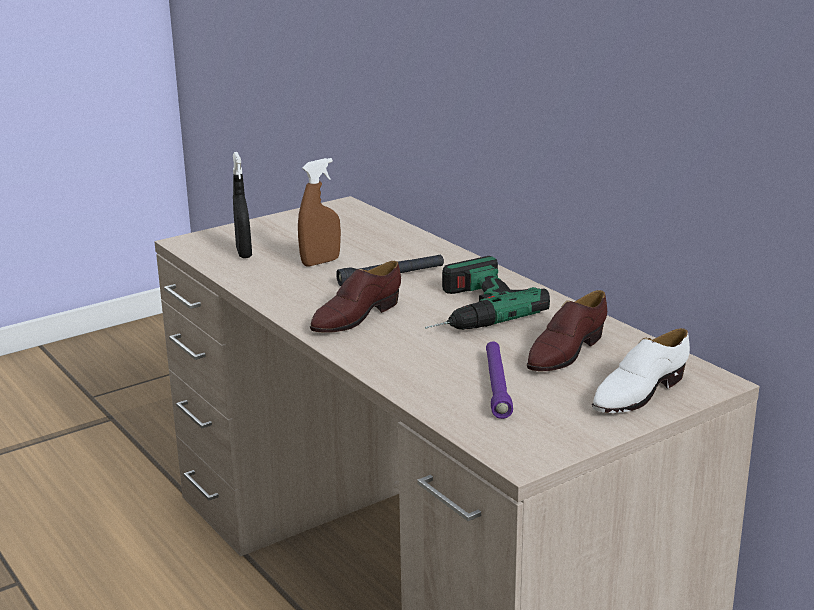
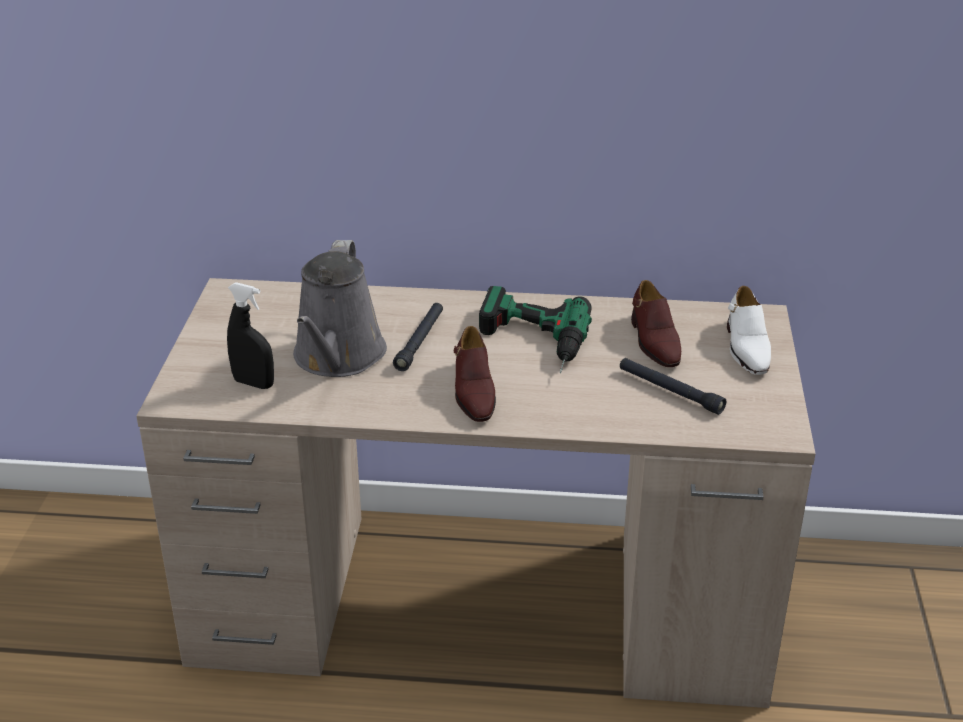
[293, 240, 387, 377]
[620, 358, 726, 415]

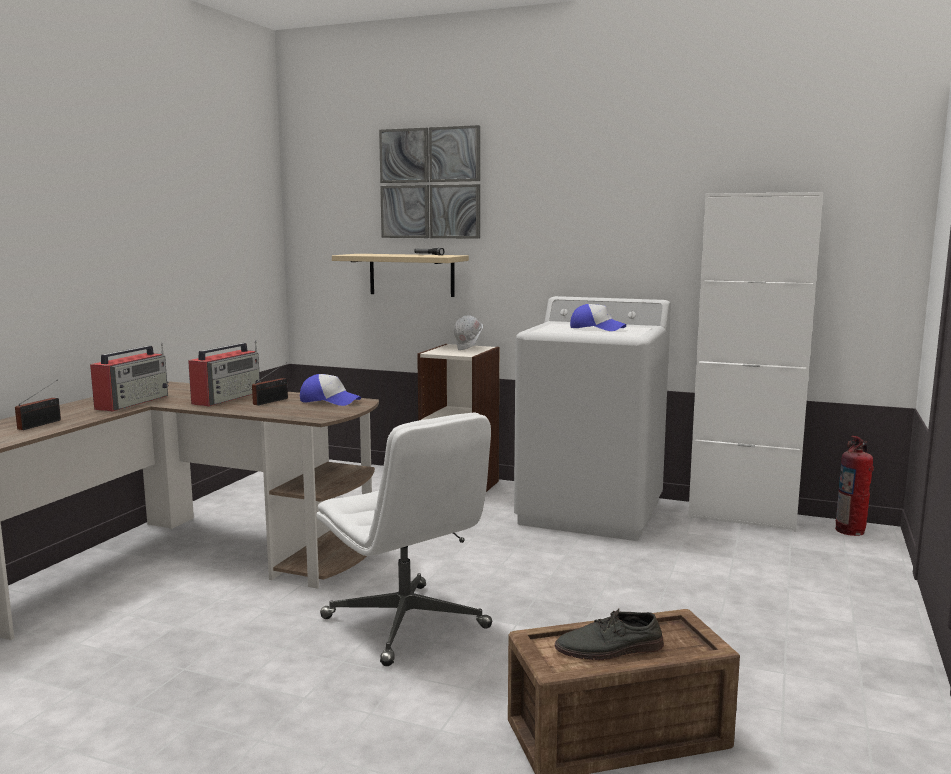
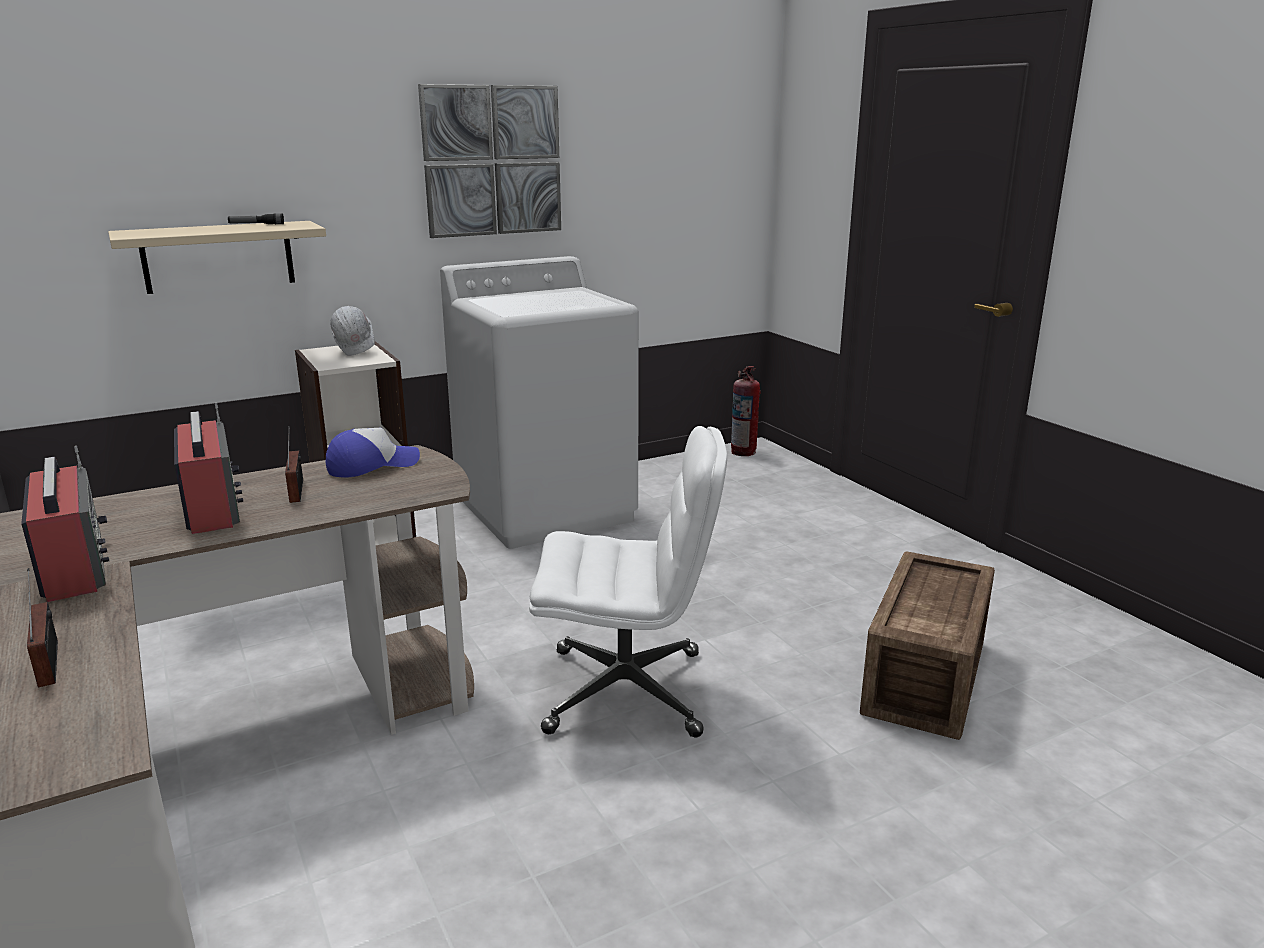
[418, 84, 561, 238]
[555, 609, 664, 660] (first image)
[570, 304, 626, 331] (first image)
[688, 192, 823, 531] (first image)

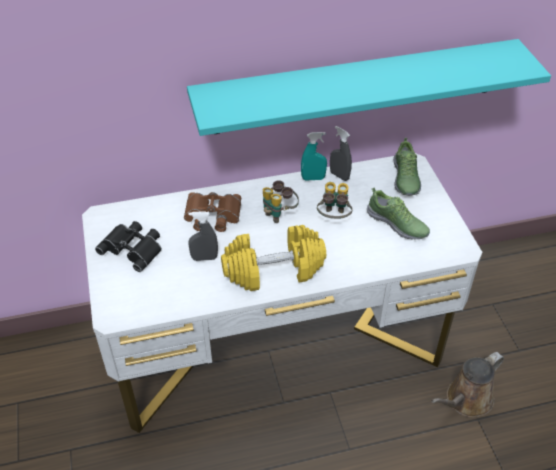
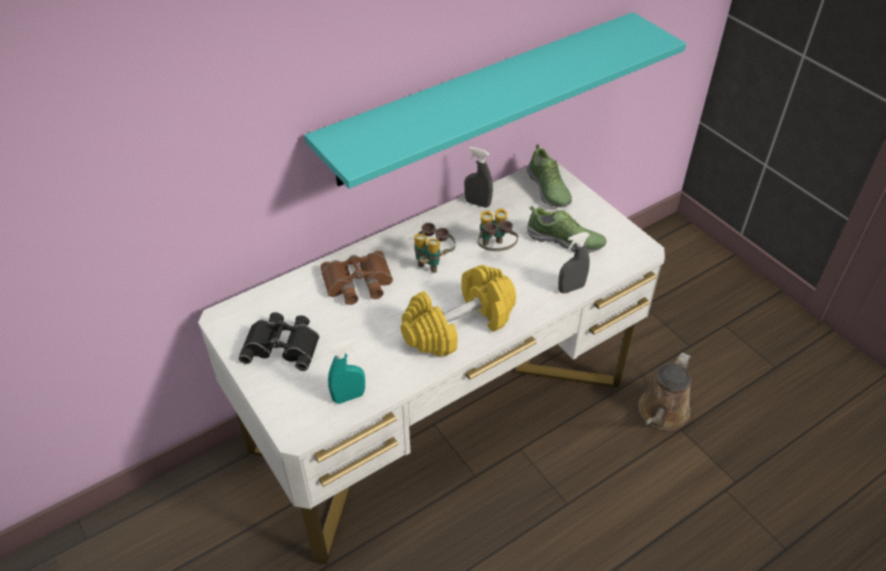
[558, 232, 590, 293]
[328, 339, 365, 404]

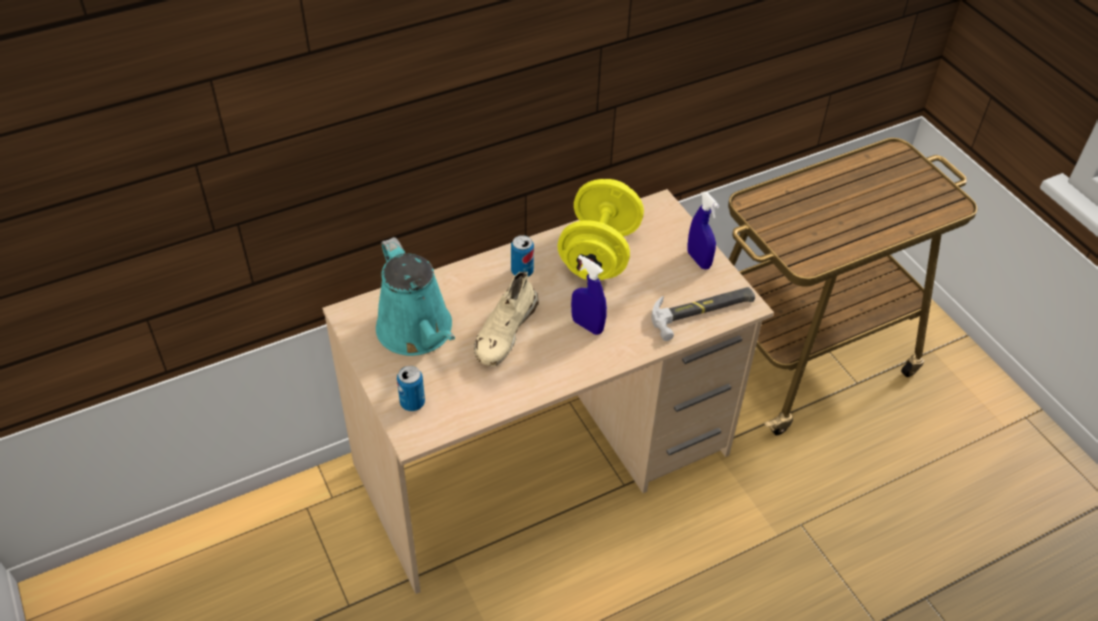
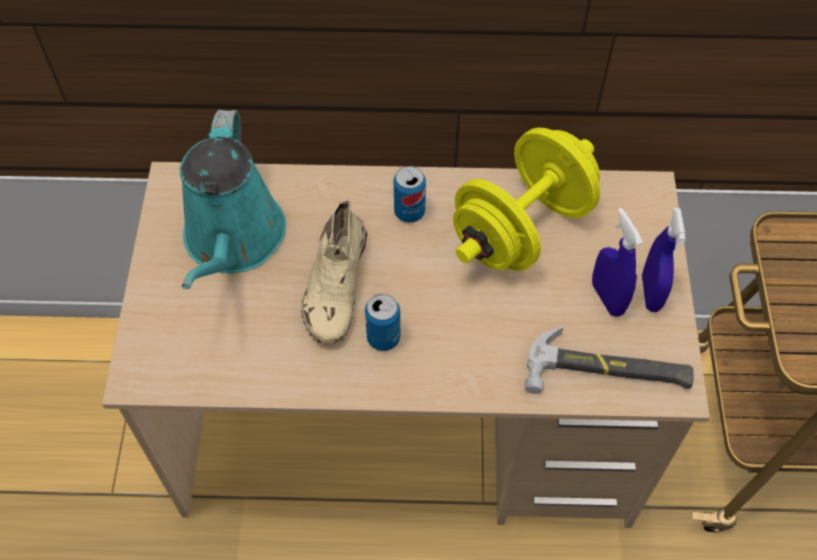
[365, 294, 400, 351]
[301, 201, 367, 344]
[592, 208, 643, 317]

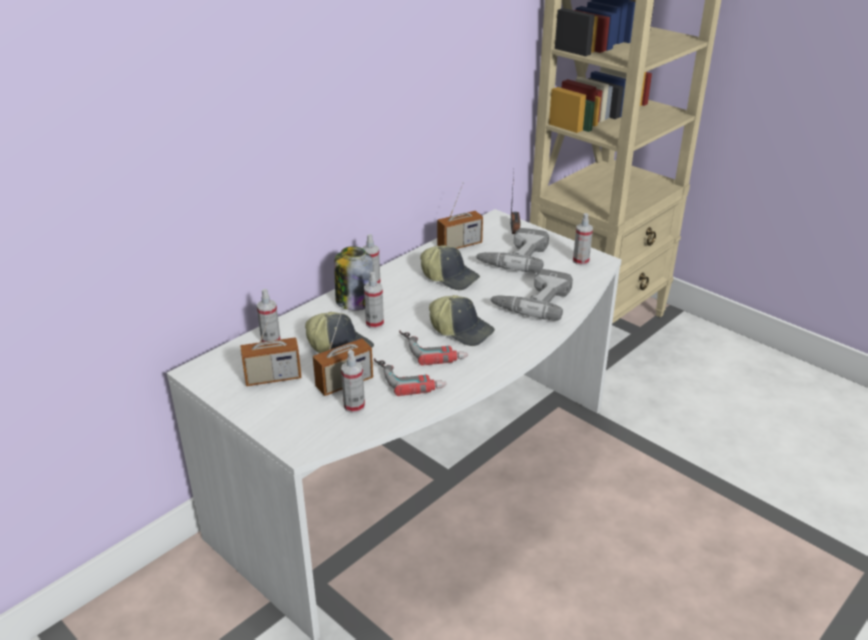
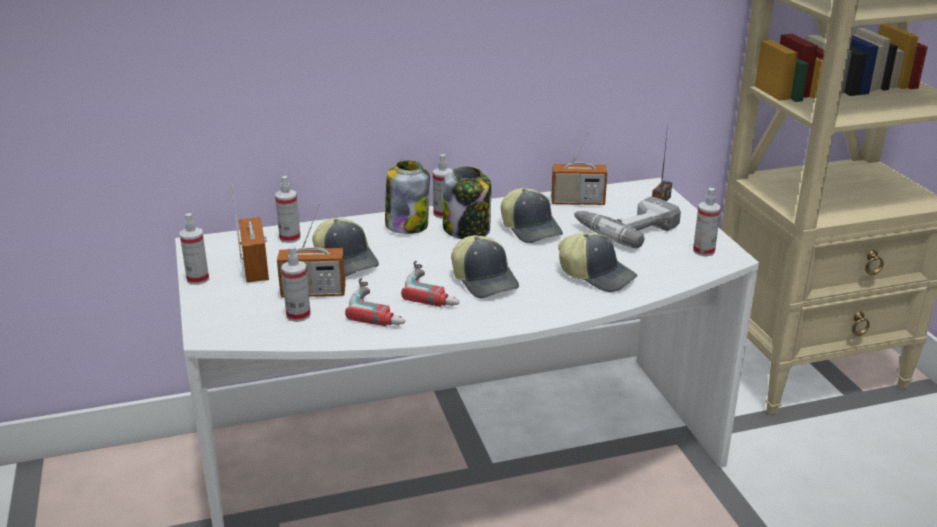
[231, 185, 269, 283]
[180, 213, 209, 285]
[558, 233, 638, 292]
[443, 166, 491, 239]

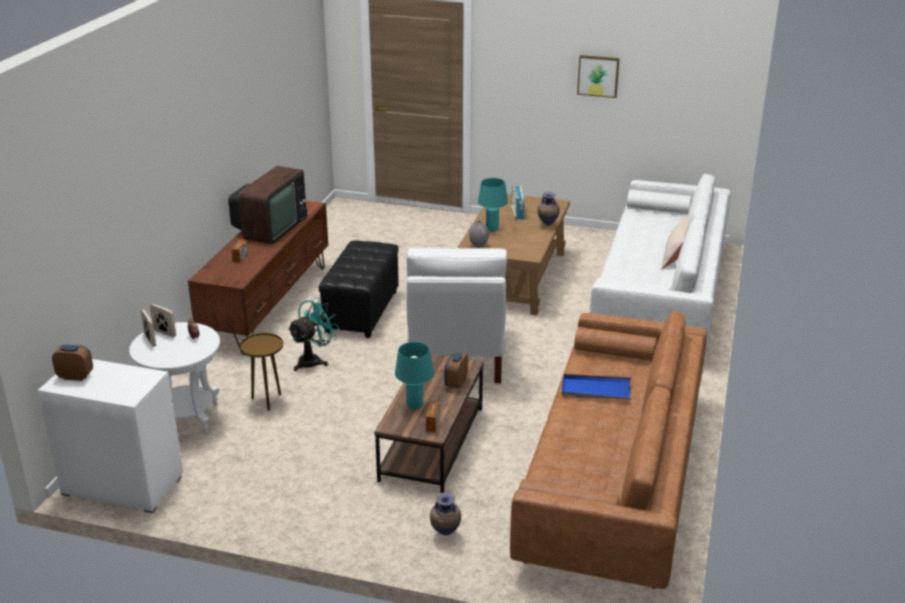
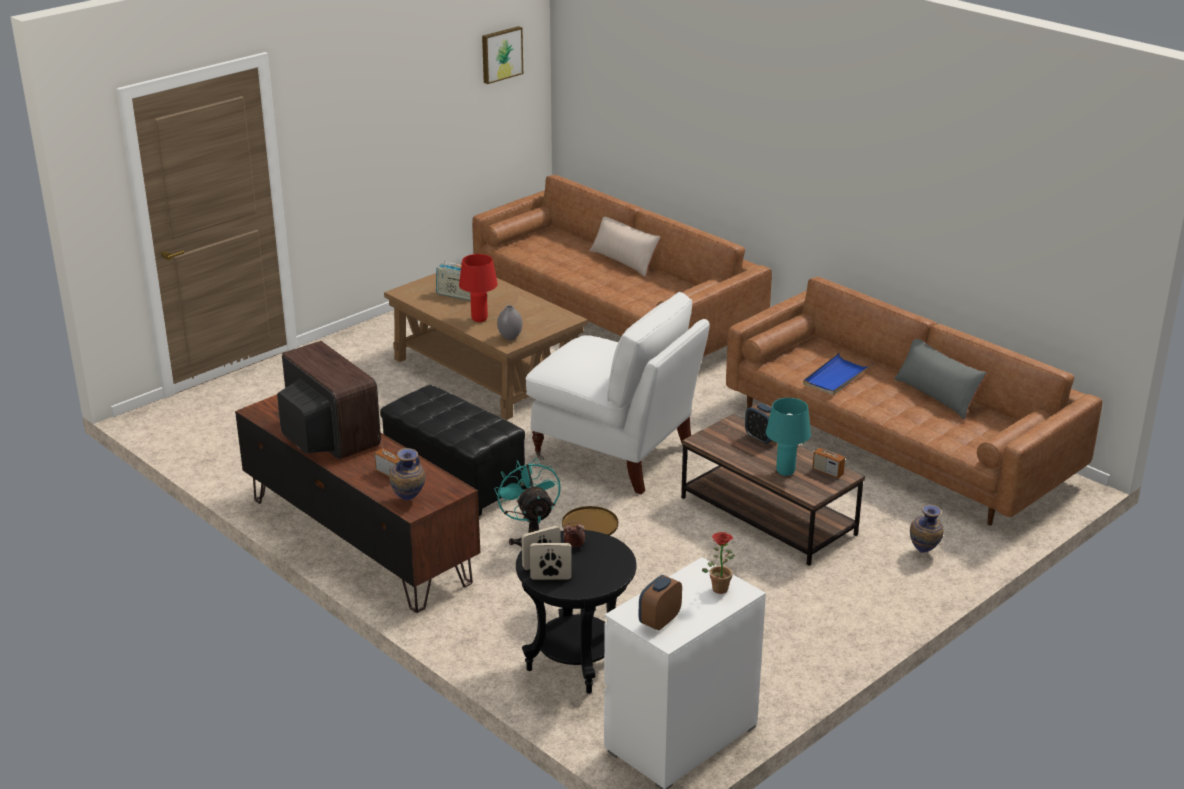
[516, 530, 637, 694]
[459, 254, 498, 322]
[389, 448, 425, 500]
[482, 26, 523, 84]
[472, 175, 772, 357]
[702, 532, 735, 594]
[894, 339, 986, 419]

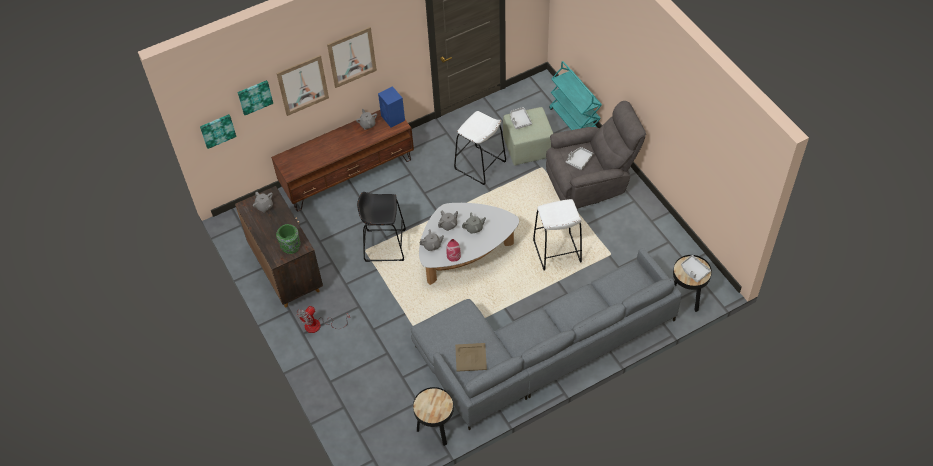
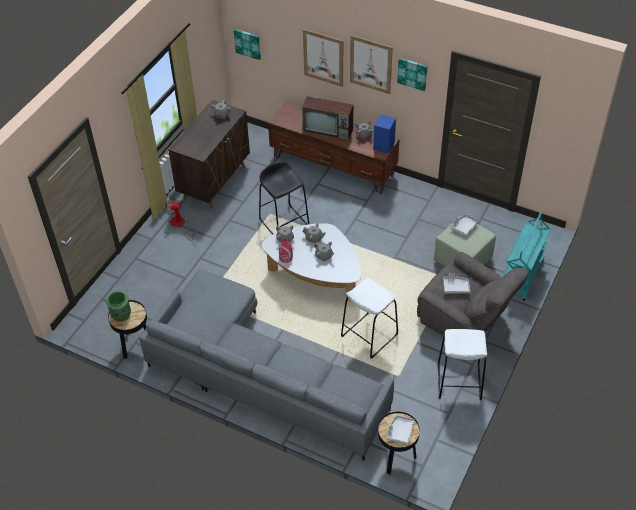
[397, 58, 427, 91]
[106, 291, 131, 322]
[438, 329, 487, 400]
[455, 343, 487, 372] (first image)
[302, 96, 353, 140]

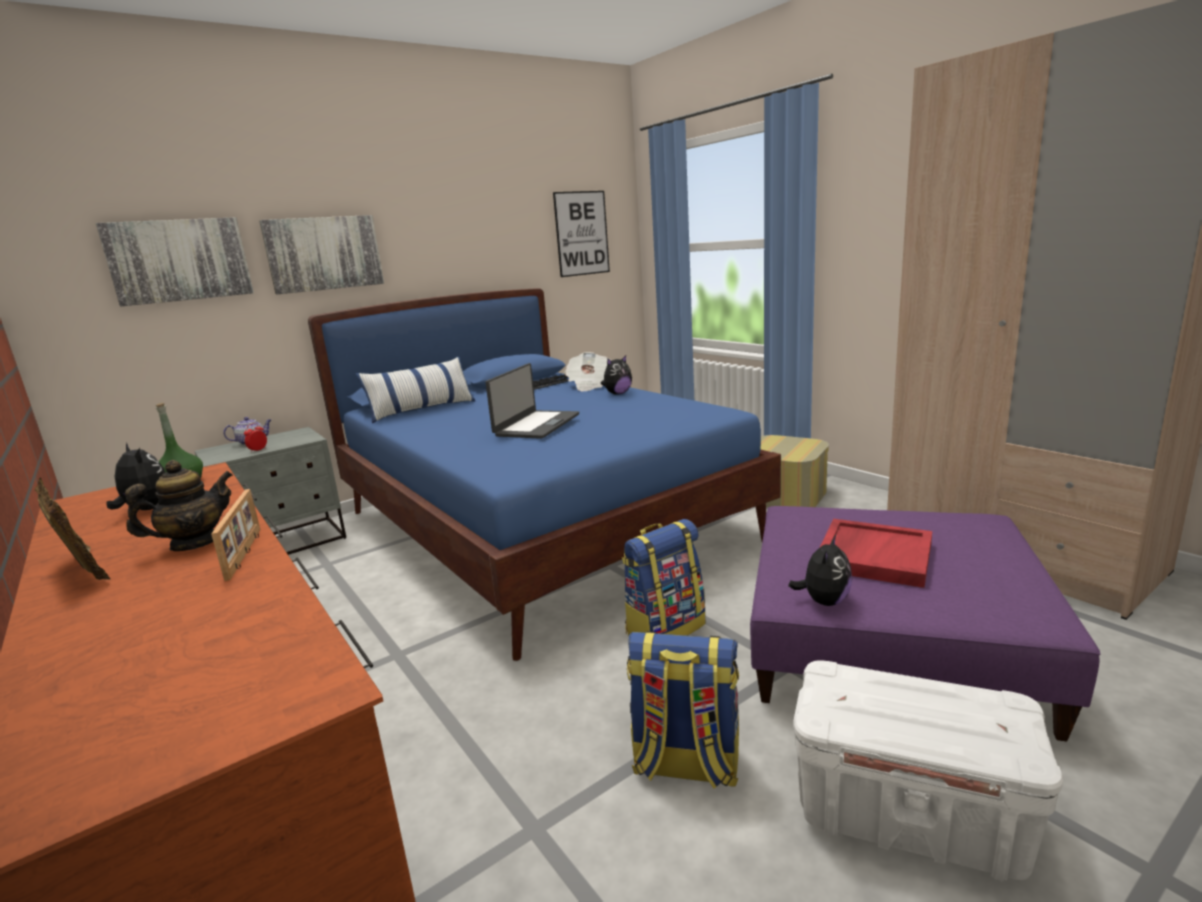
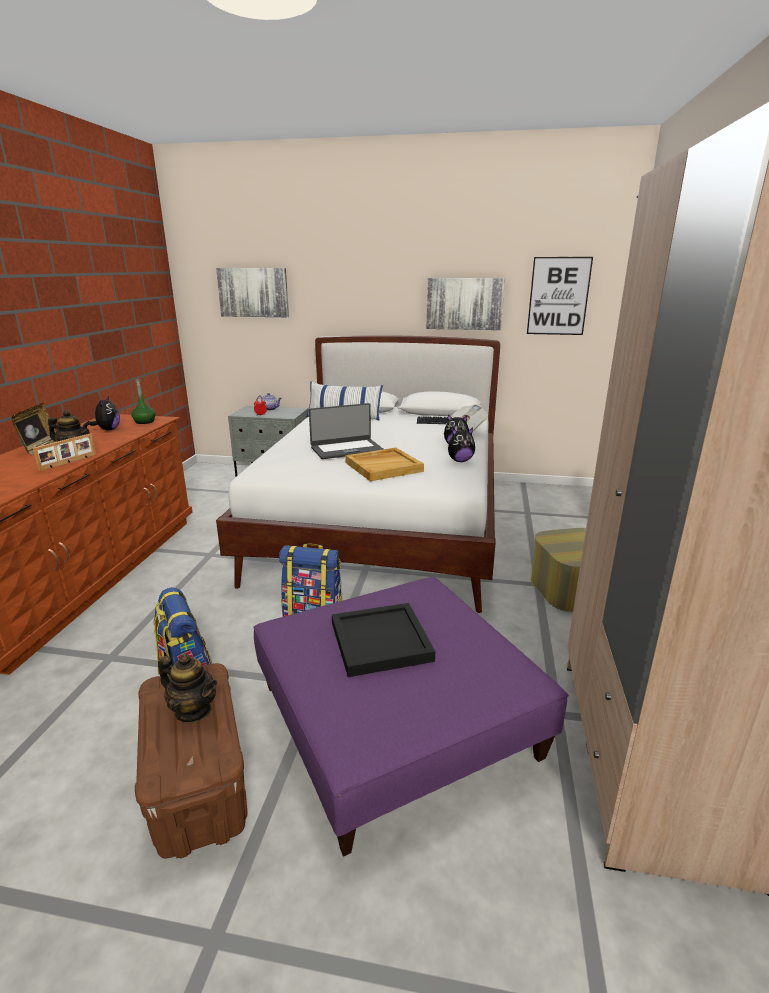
[426, 278, 505, 330]
[216, 335, 500, 613]
[448, 428, 475, 462]
[135, 663, 248, 859]
[332, 603, 435, 677]
[158, 654, 217, 722]
[345, 448, 424, 481]

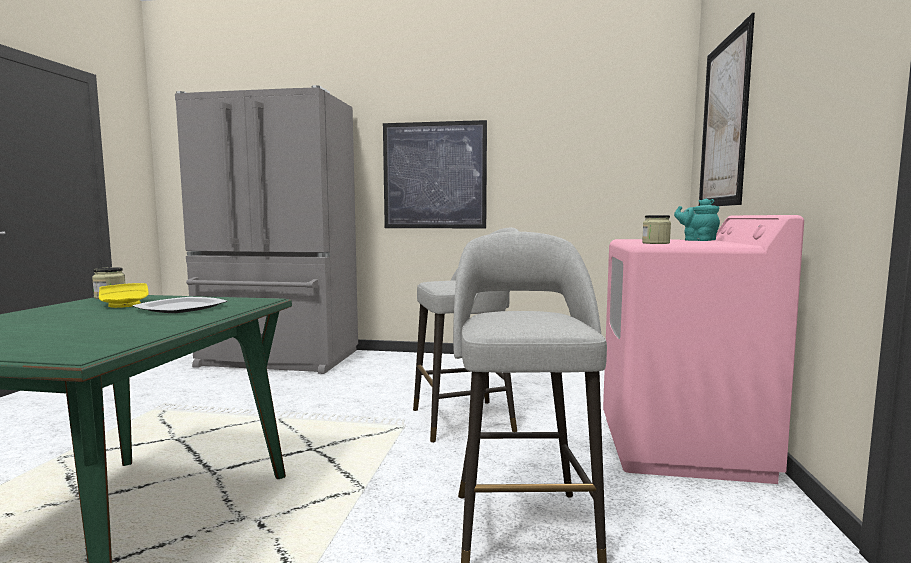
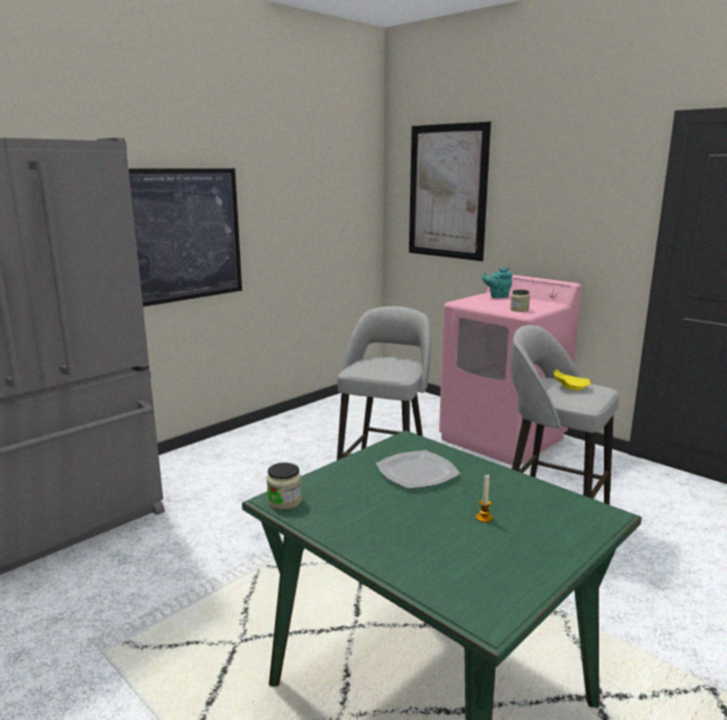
[554, 369, 591, 391]
[476, 475, 493, 523]

